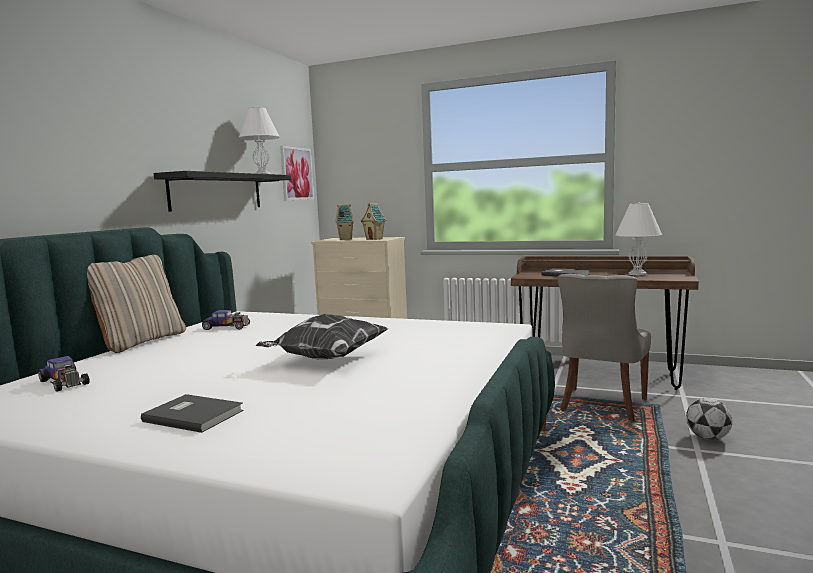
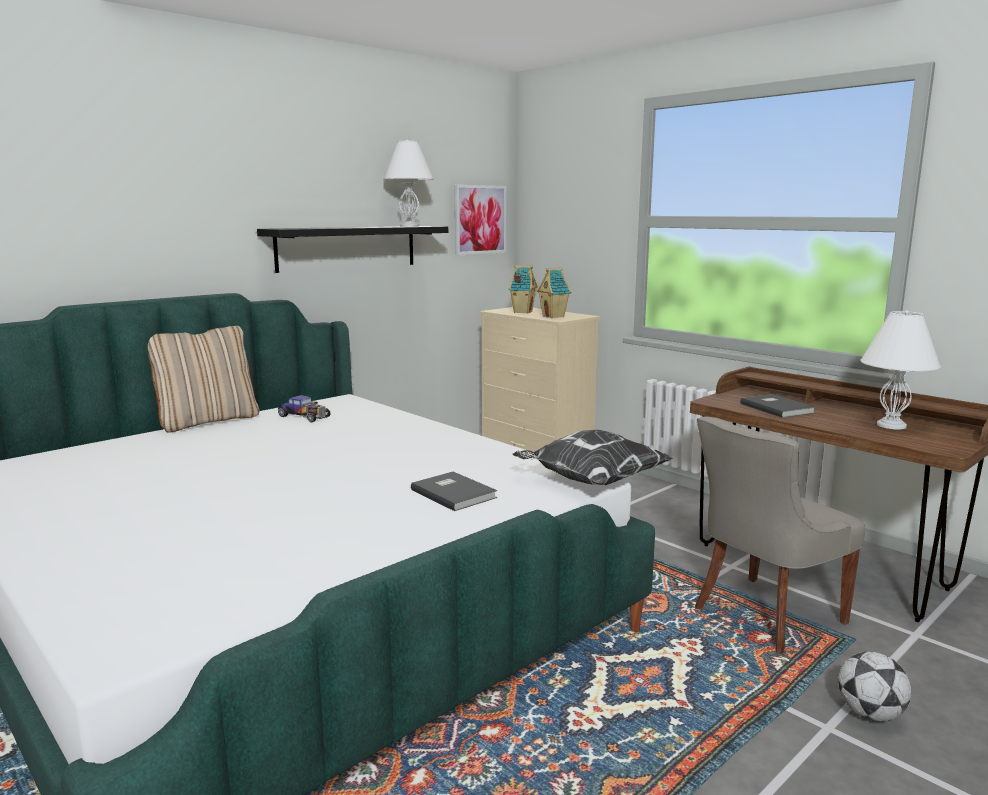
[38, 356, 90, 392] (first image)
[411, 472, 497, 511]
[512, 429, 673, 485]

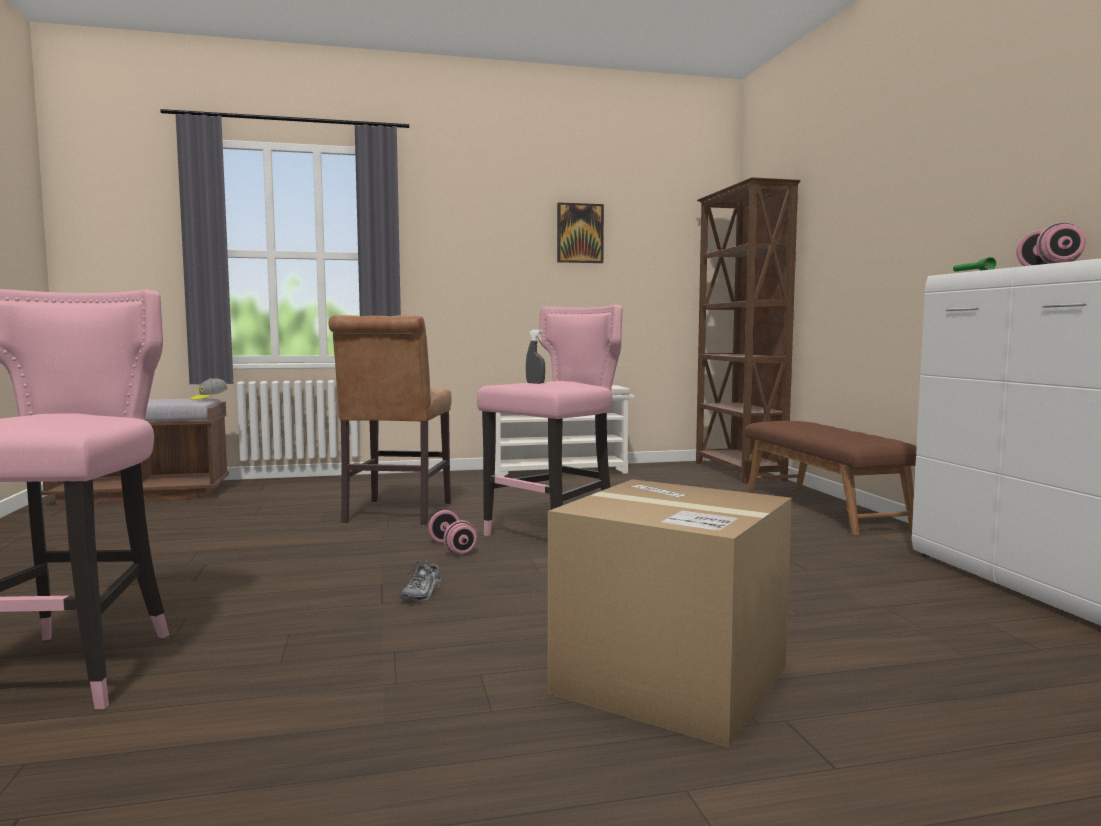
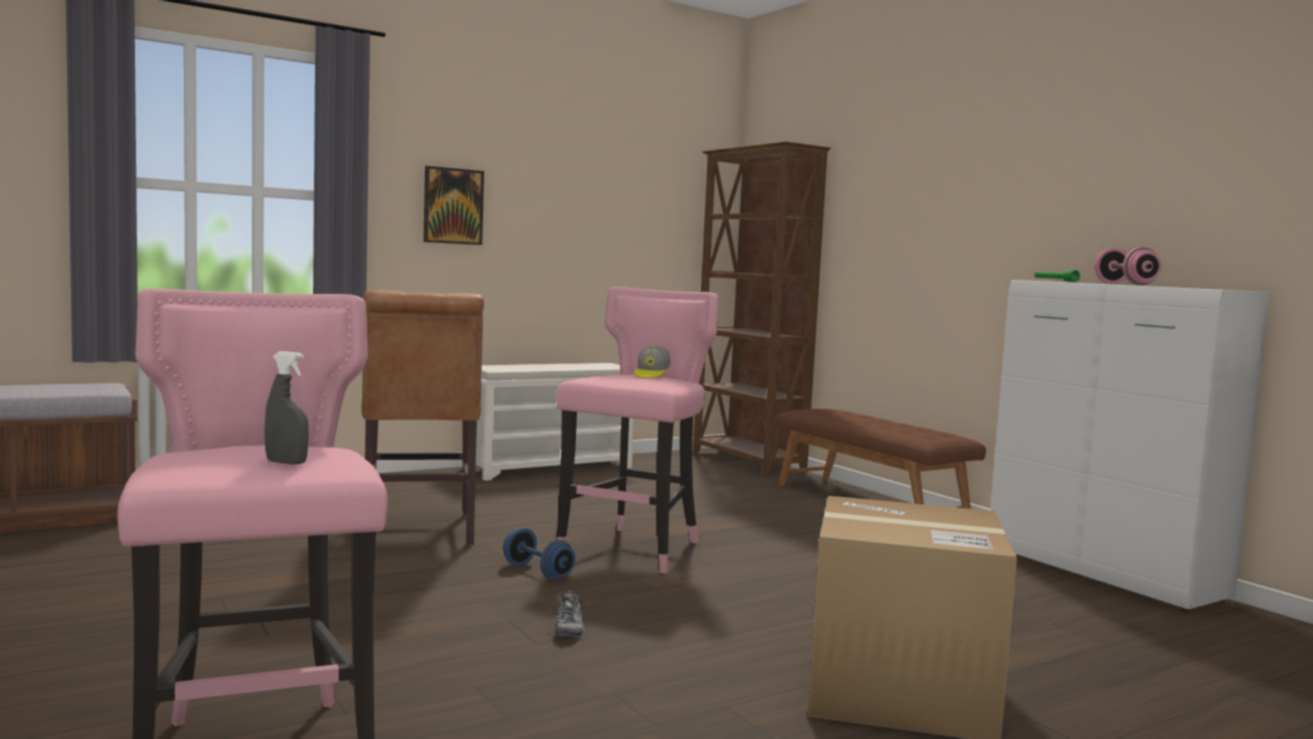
[634, 346, 670, 378]
[503, 528, 575, 580]
[264, 351, 309, 465]
[423, 166, 484, 245]

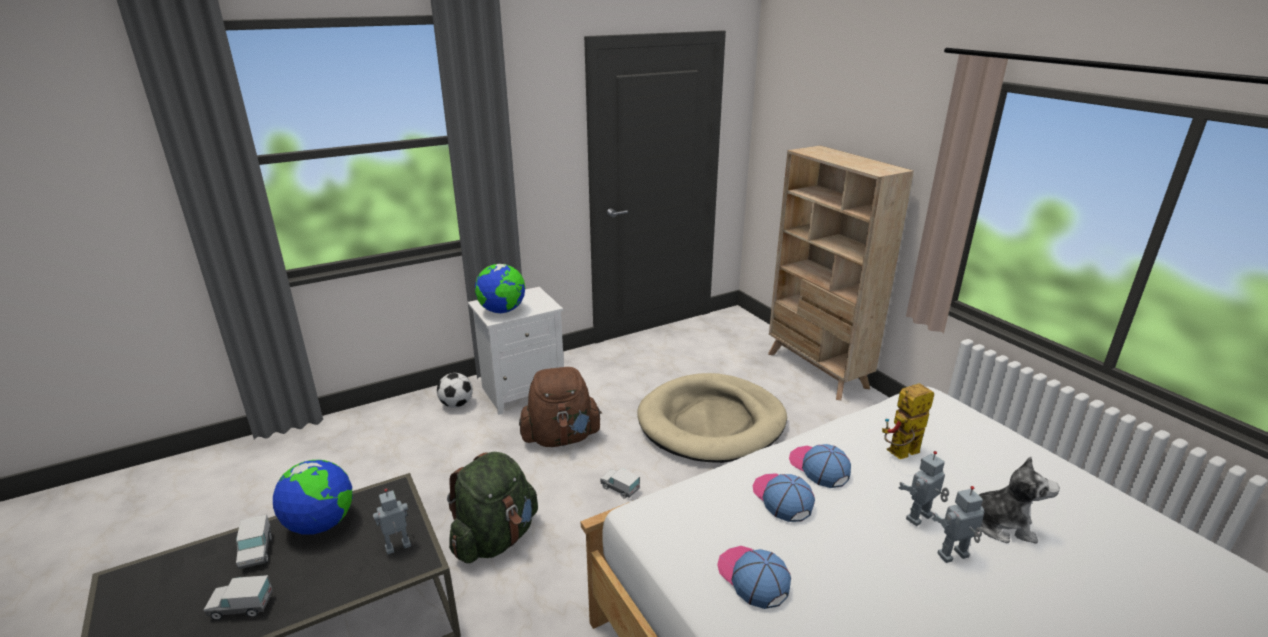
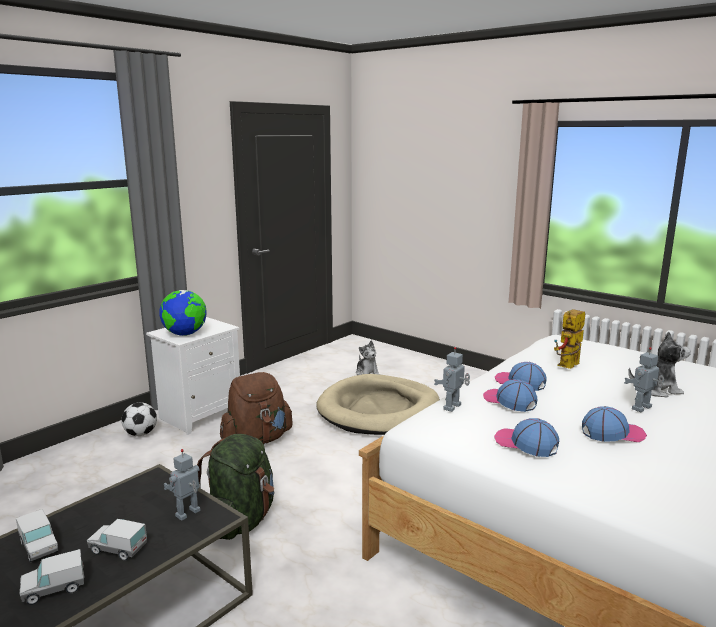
[273, 460, 353, 535] (first image)
[87, 519, 147, 561]
[768, 145, 914, 400] (first image)
[434, 347, 470, 412]
[356, 340, 380, 375]
[582, 406, 647, 442]

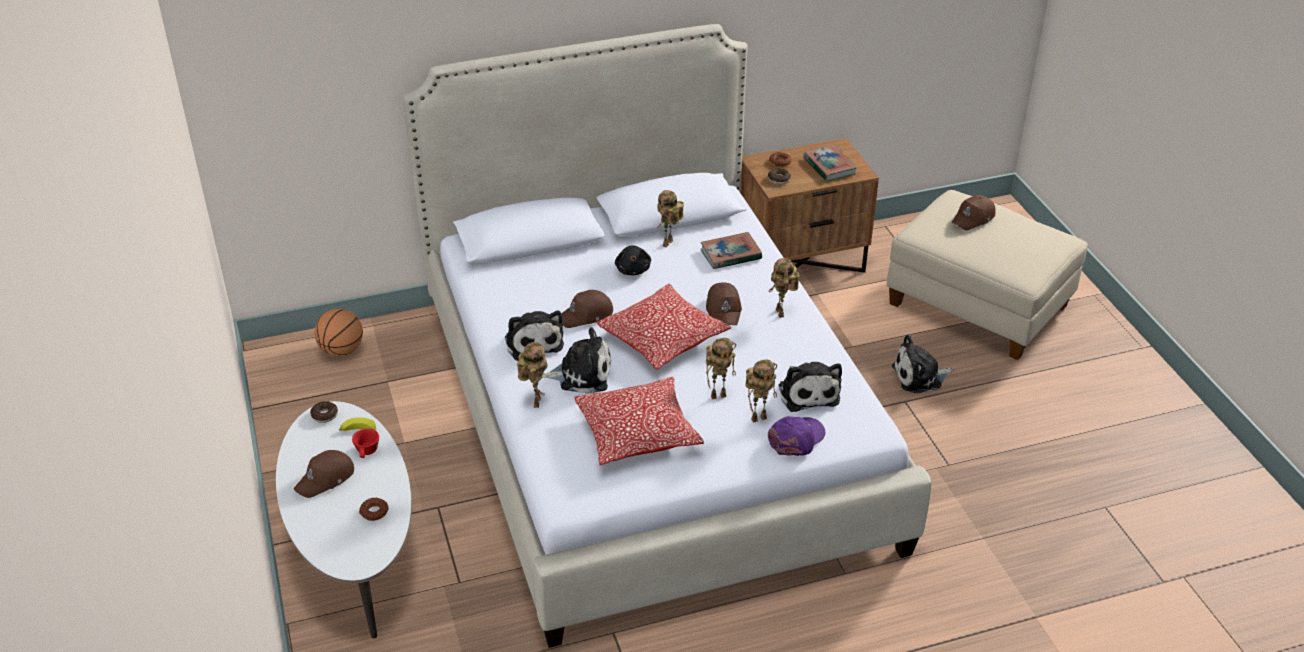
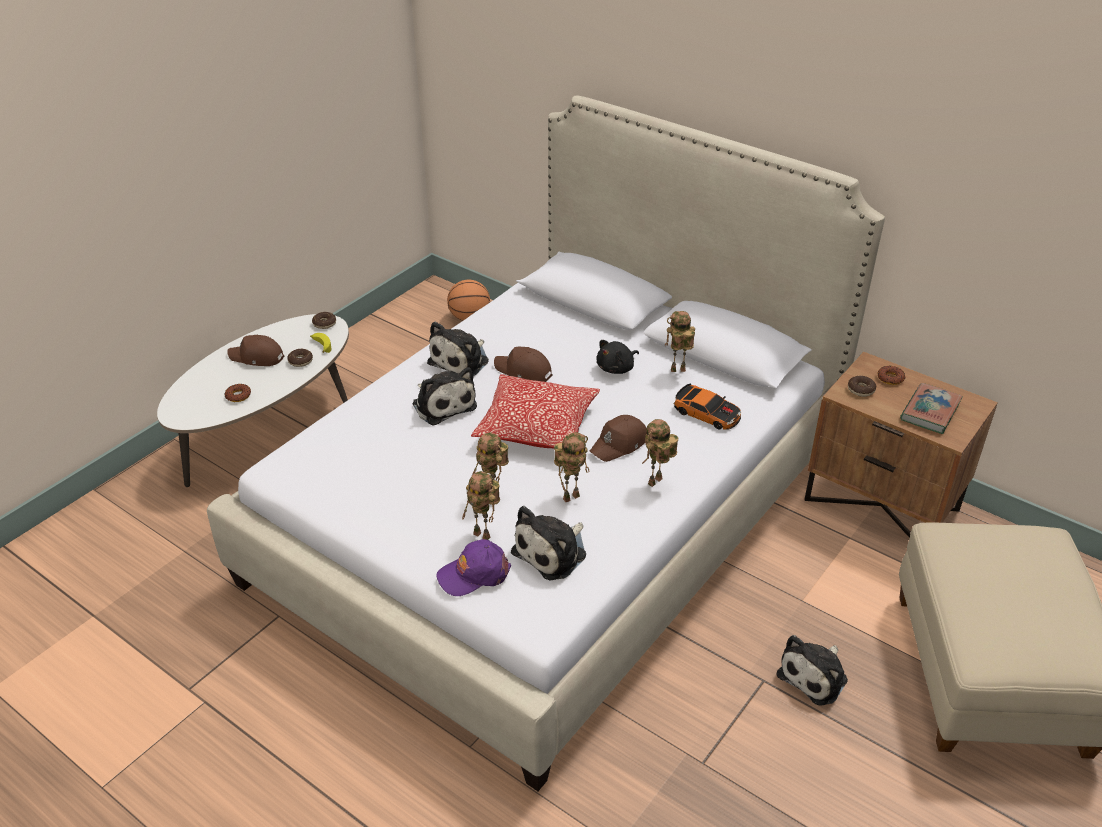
[287, 349, 313, 367]
[554, 432, 589, 502]
[574, 377, 704, 465] (first image)
[674, 383, 741, 430]
[436, 539, 511, 596]
[777, 635, 848, 706]
[951, 195, 996, 231] (first image)

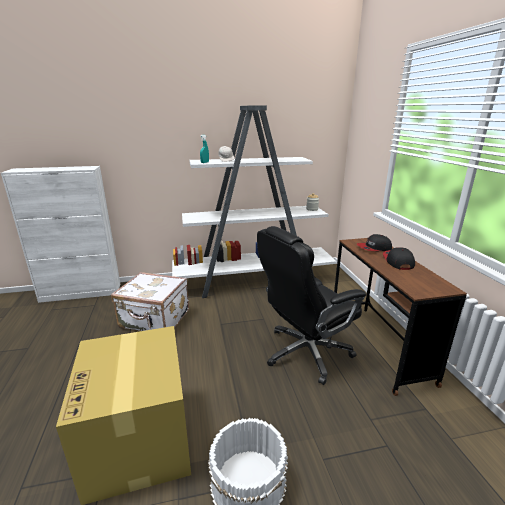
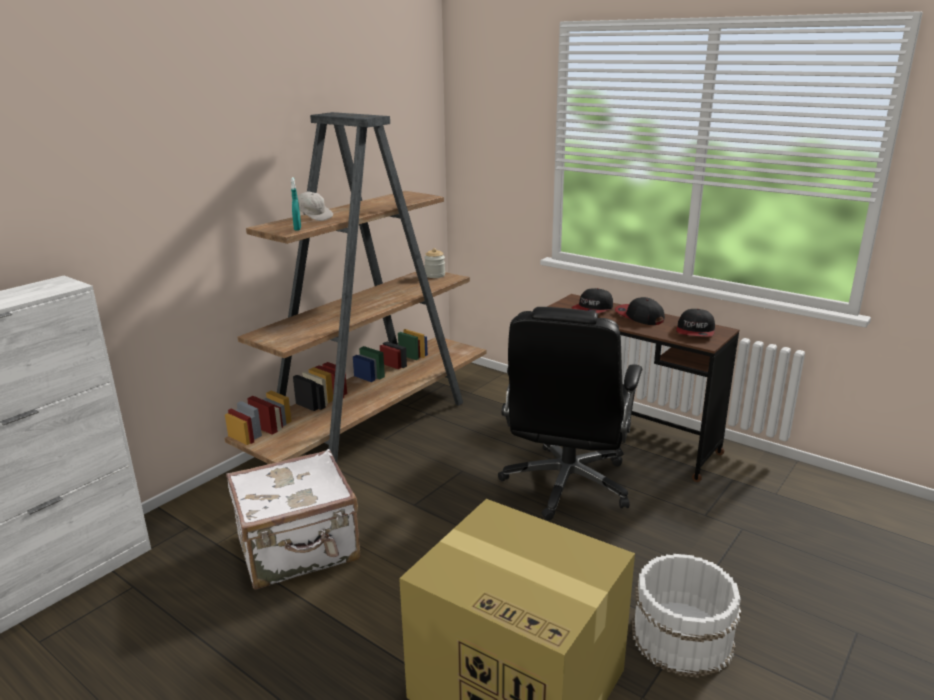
[225, 112, 486, 464]
[676, 309, 715, 337]

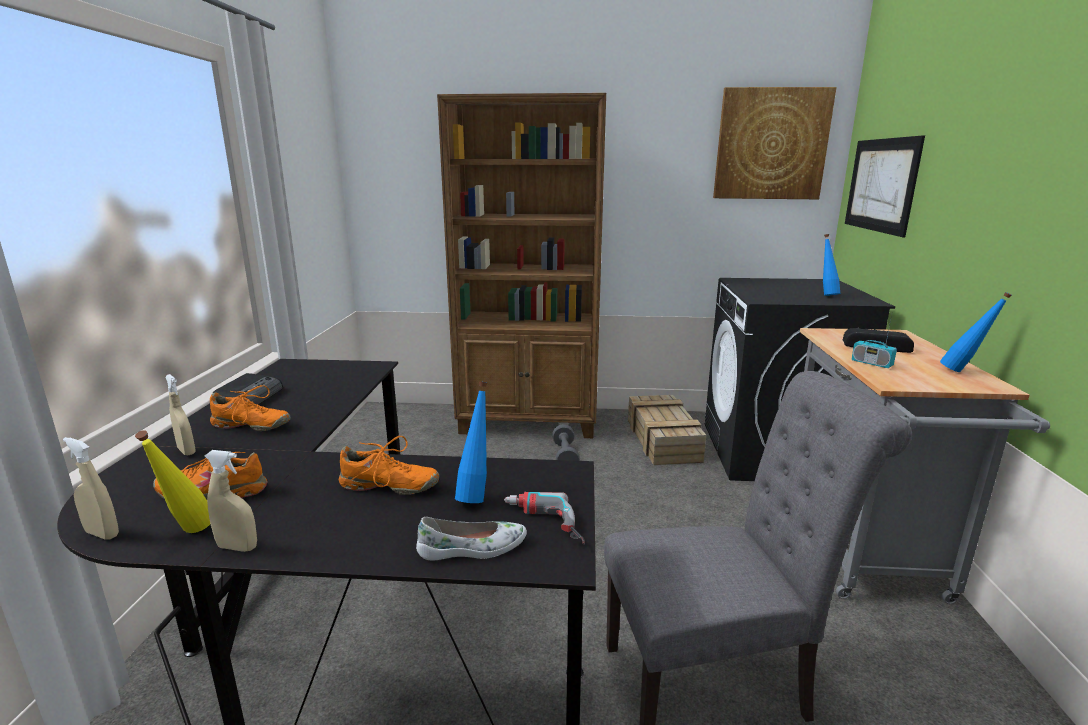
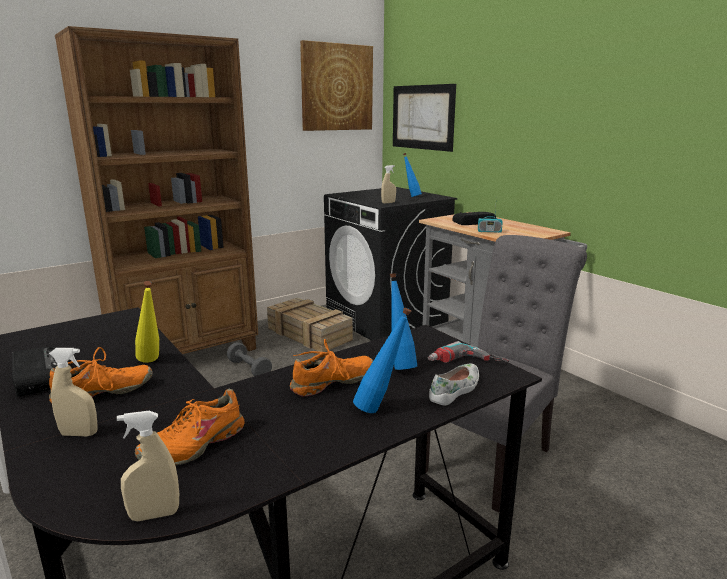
[135, 281, 159, 363]
[381, 165, 396, 204]
[353, 308, 411, 413]

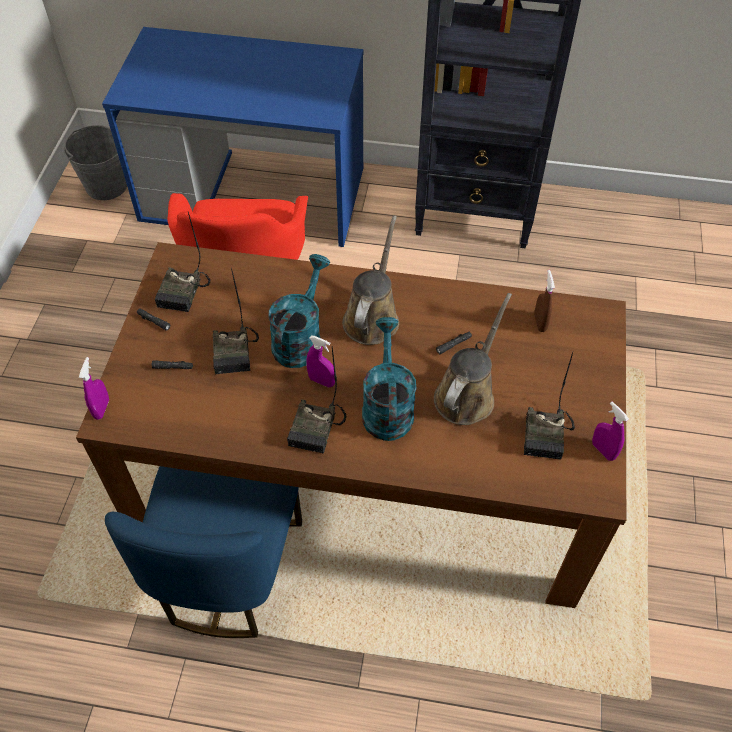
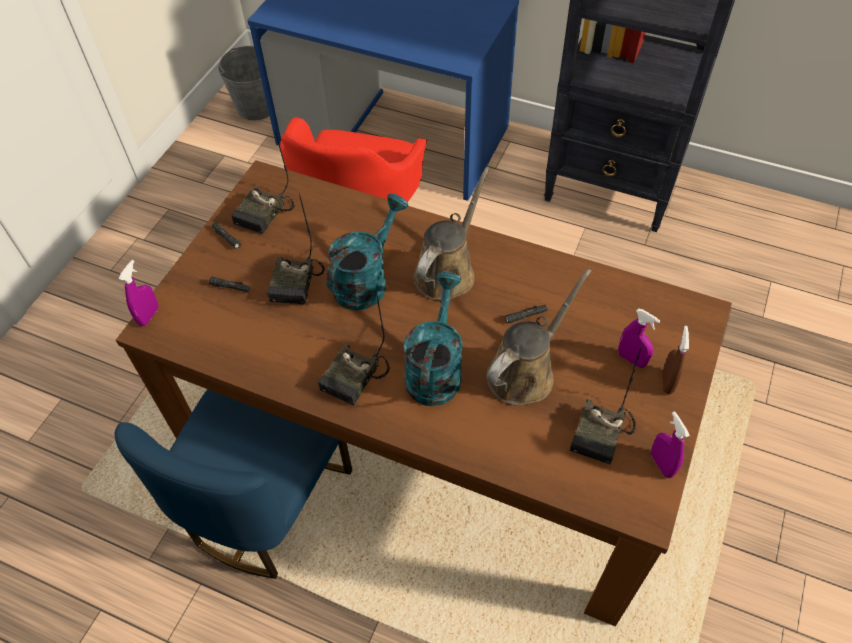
[618, 308, 660, 368]
[663, 326, 689, 394]

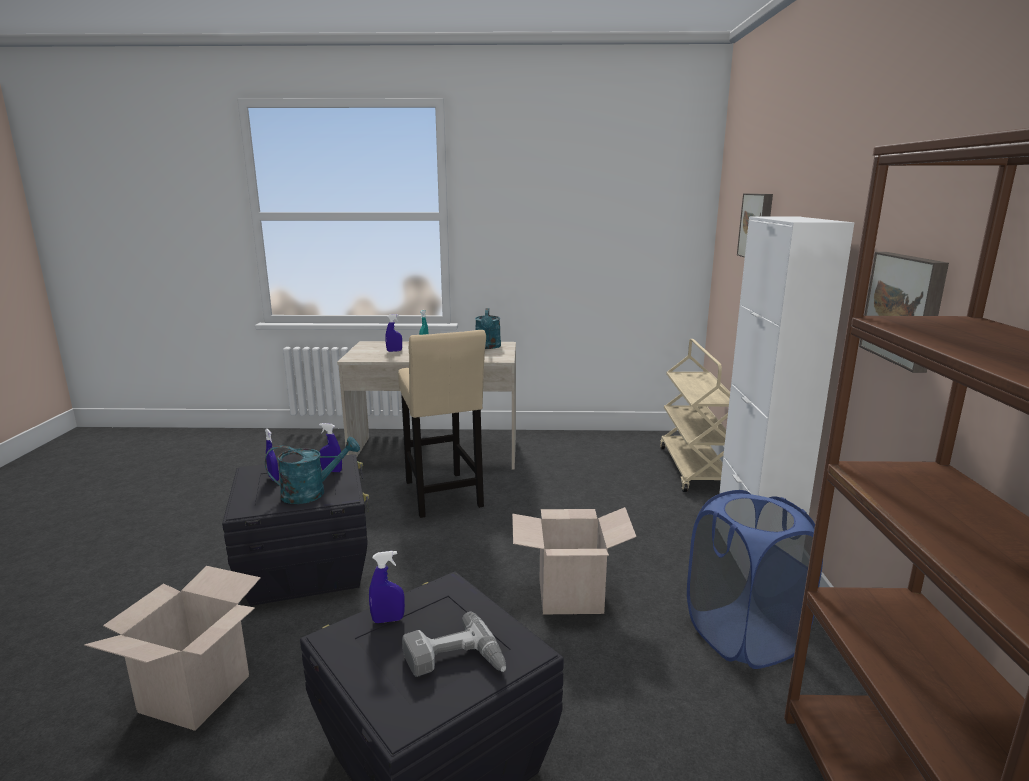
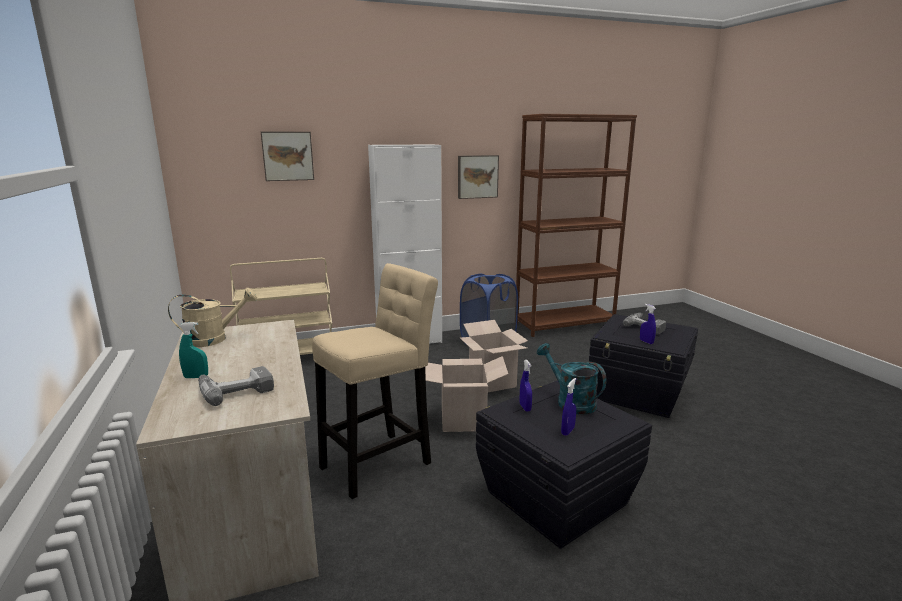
[425, 356, 508, 432]
[198, 366, 274, 406]
[168, 288, 257, 347]

